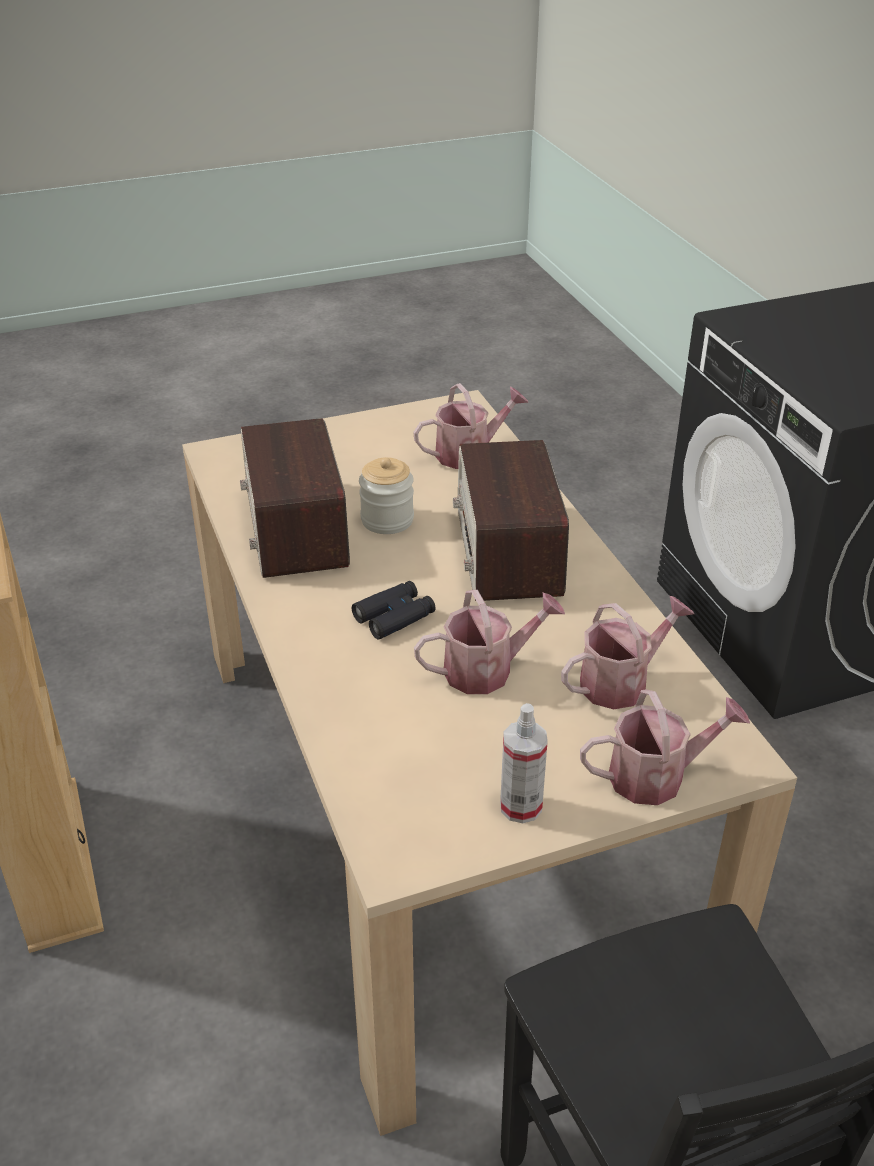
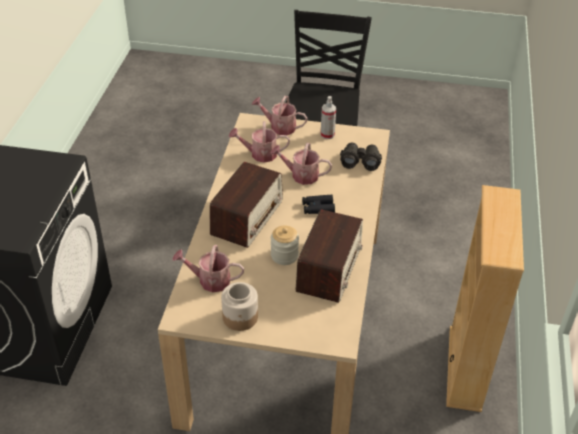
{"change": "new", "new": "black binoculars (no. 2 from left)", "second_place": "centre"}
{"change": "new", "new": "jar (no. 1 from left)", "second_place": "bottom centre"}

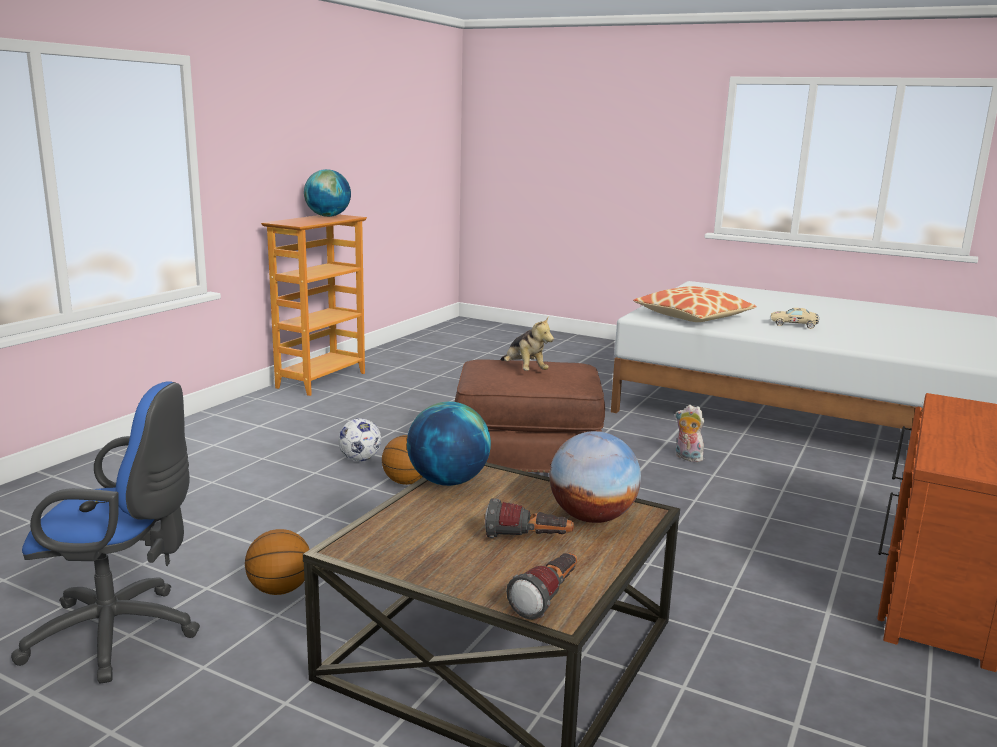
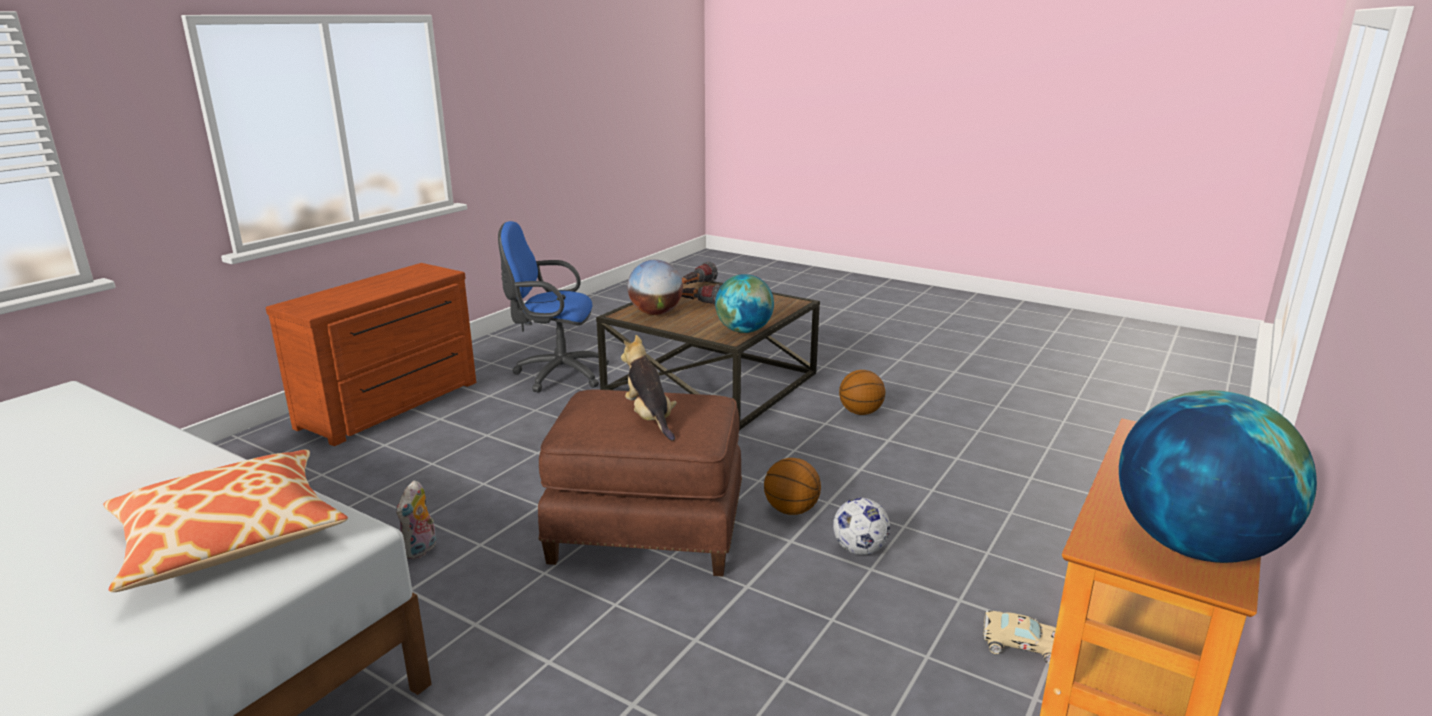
{"change": "shifted", "old": "beige toy car", "first_place": "middle right", "second_place": "bottom right"}
{"change": "shifted", "old": "blue office chair", "first_place": "bottom left", "second_place": "centre"}
{"change": "rotated", "old": "plush toy (no. 2 from left in the first image)", "first_place": "middle right", "second_place": "bottom left", "degrees": 60}

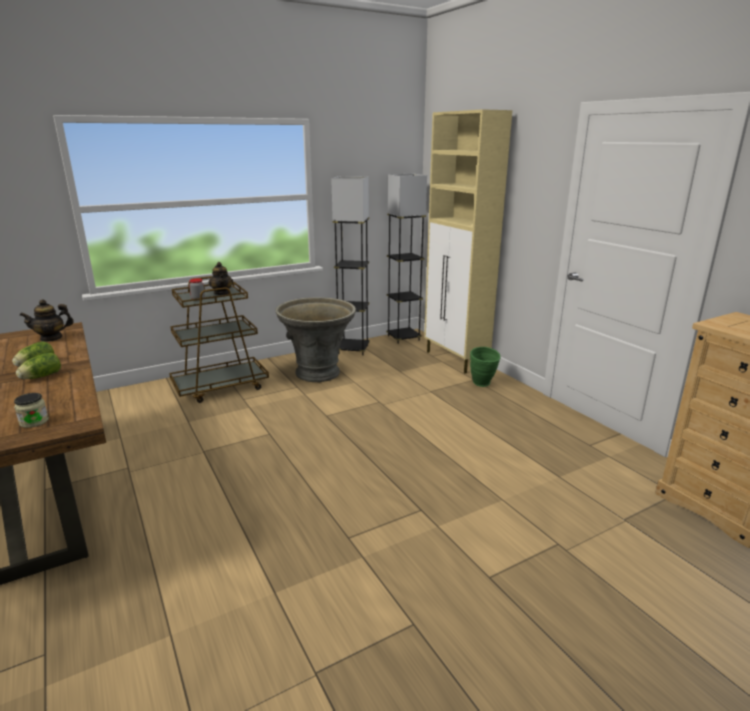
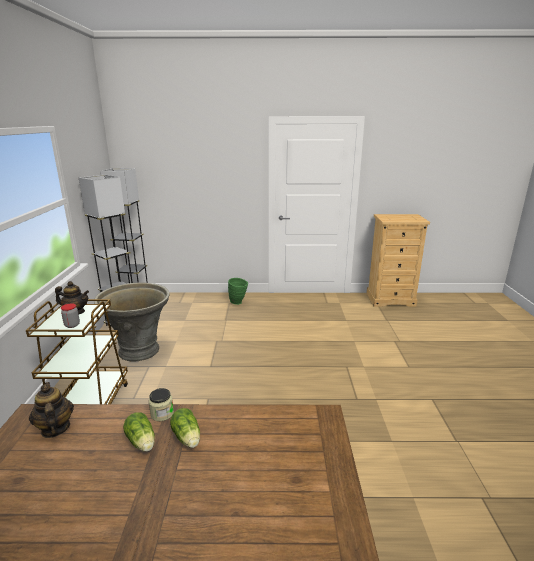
{"change": "gone", "old": "beige cabinet", "first_place": "centre"}
{"change": "rotated", "old": "teapot (no. 1 from left)", "first_place": "middle left", "second_place": "bottom left", "degrees": 150}
{"change": "shifted", "old": "jar (no. 1 from left in the first image)", "new": "jar (no. 2 from left)", "first_place": "middle left", "second_place": "bottom left"}

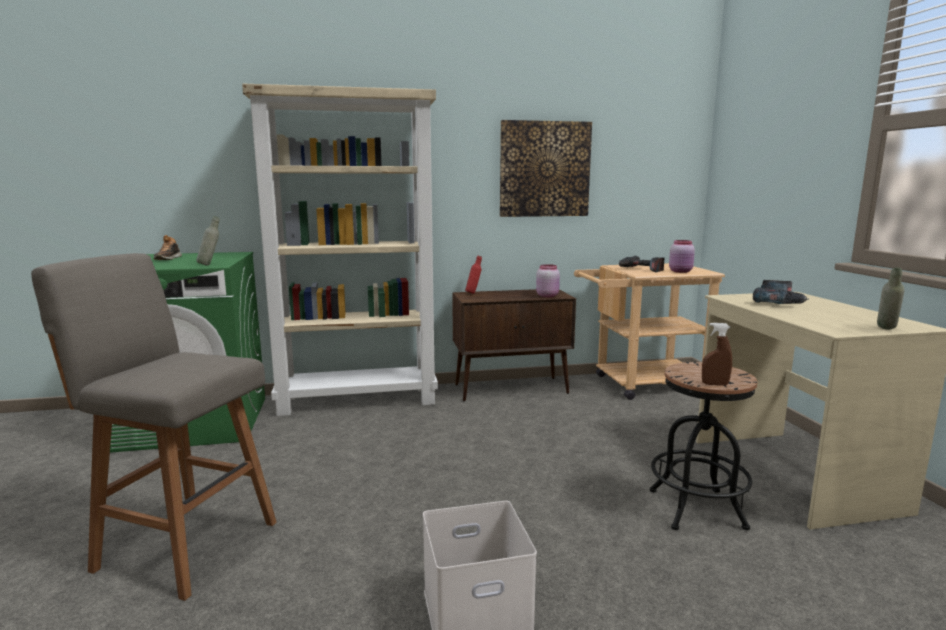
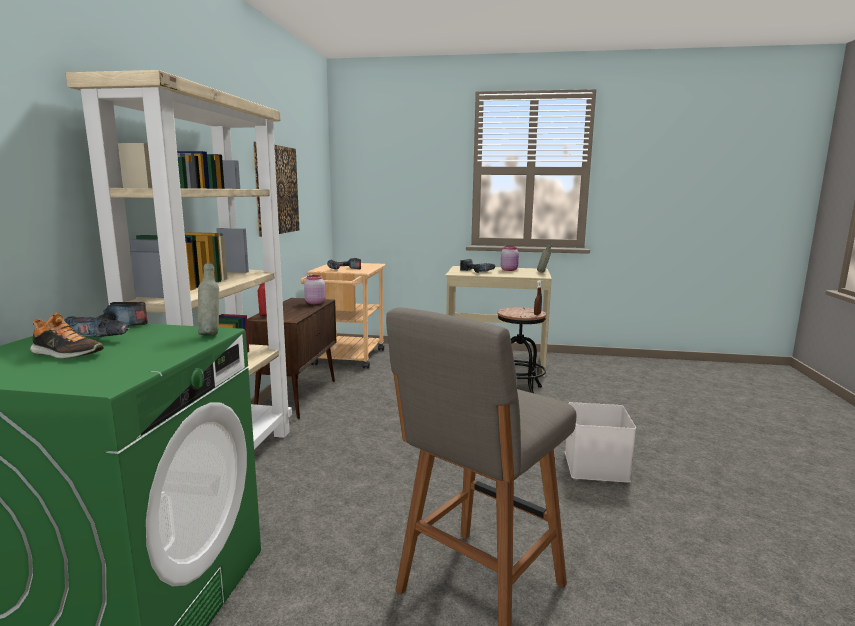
{"change": "shifted", "old": "pink jar (no. 2 from left)", "first_place": "middle right", "second_place": "centre"}
{"change": "new", "new": "power drill (no. 1 from left)", "second_place": "middle left"}

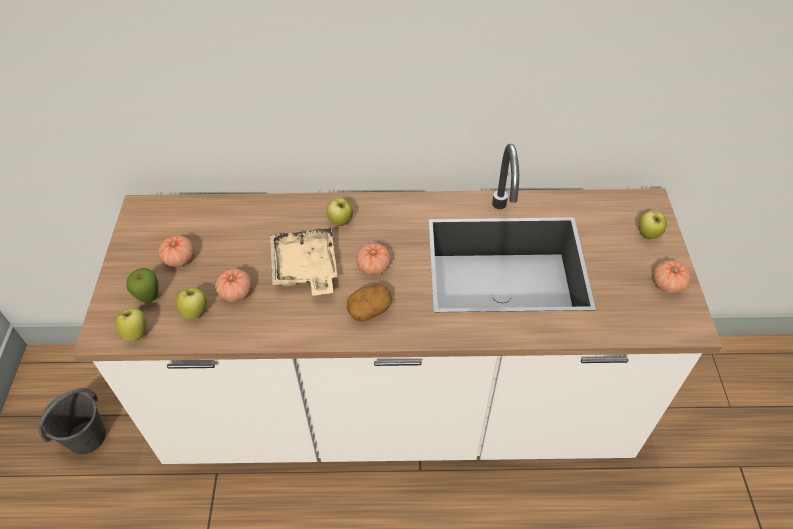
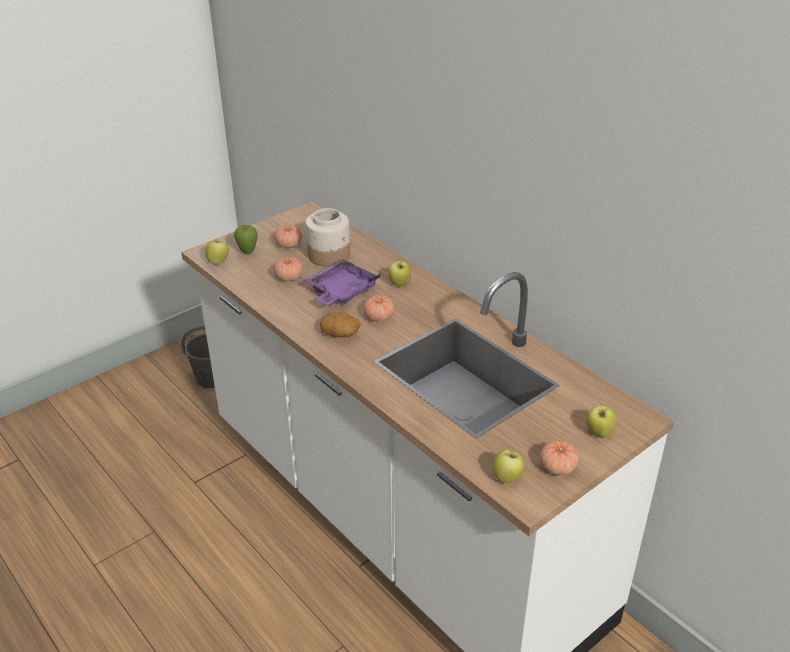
{"change": "repainted", "old": "beige tray", "new": "purple tray", "first_place": "centre", "second_place": "centre"}
{"change": "shifted", "old": "apple (no. 3 from left in the first image)", "new": "apple (no. 4 from left)", "first_place": "middle left", "second_place": "bottom centre"}
{"change": "new", "new": "jar", "second_place": "centre"}

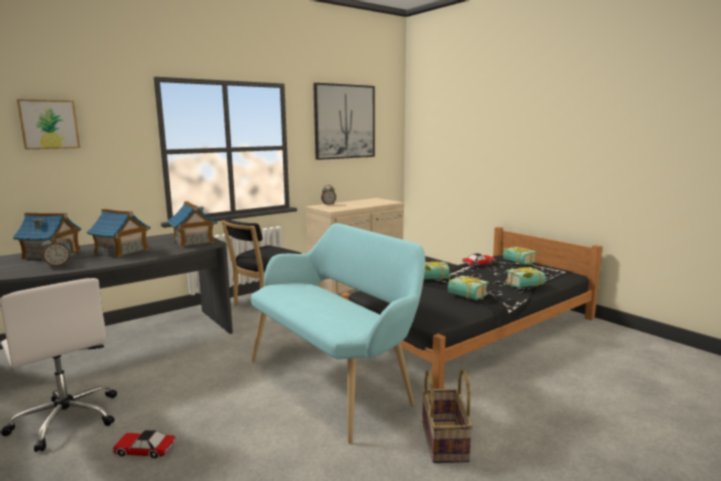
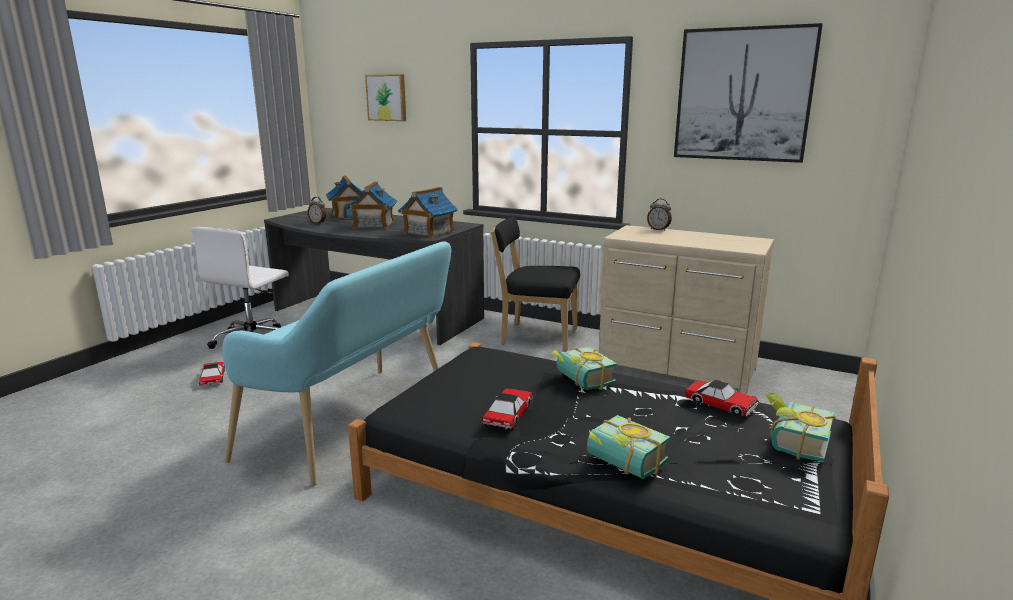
{"change": "swapped", "old": "book (no. 2 from left)", "new": "toy car (no. 2 from left)", "first_place": "centre", "second_place": "bottom centre"}
{"change": "gone", "old": "basket", "first_place": "bottom centre"}

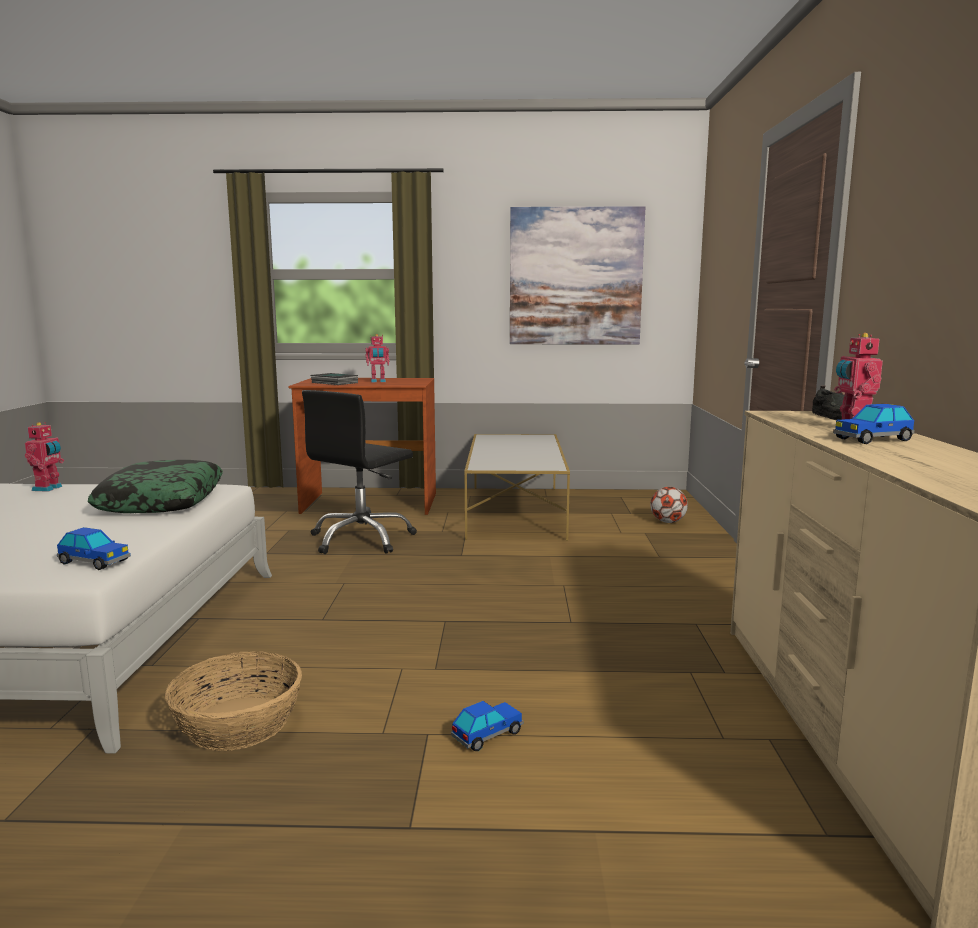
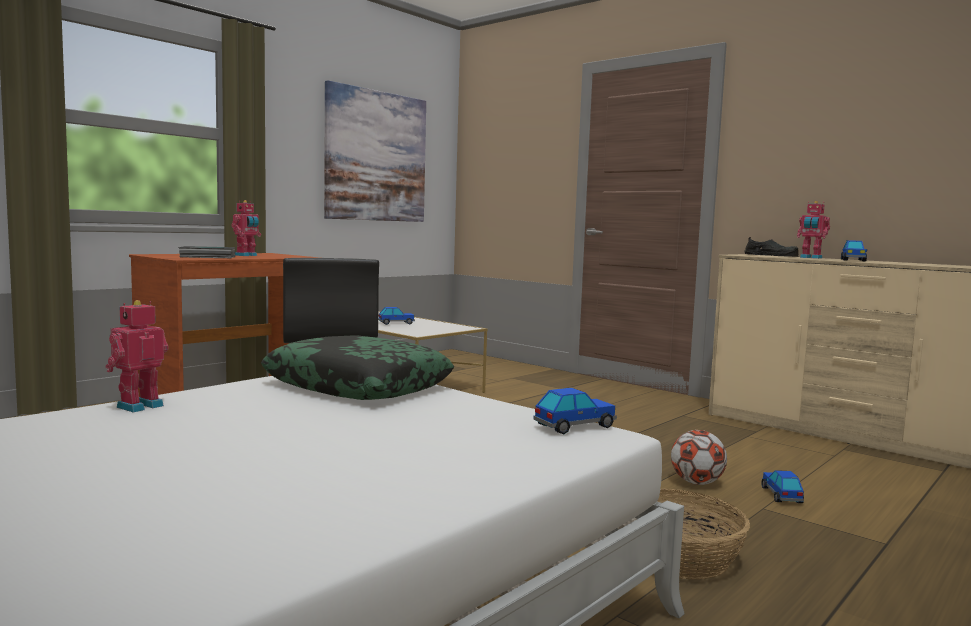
{"change": "rotated", "old": "toy robot (no. 1 from left)", "first_place": "middle left", "second_place": "middle left", "degrees": -105}
{"change": "shifted", "old": "football", "first_place": "middle right", "second_place": "bottom right"}
{"change": "new", "new": "toy car (no. 1 from left)", "second_place": "centre"}

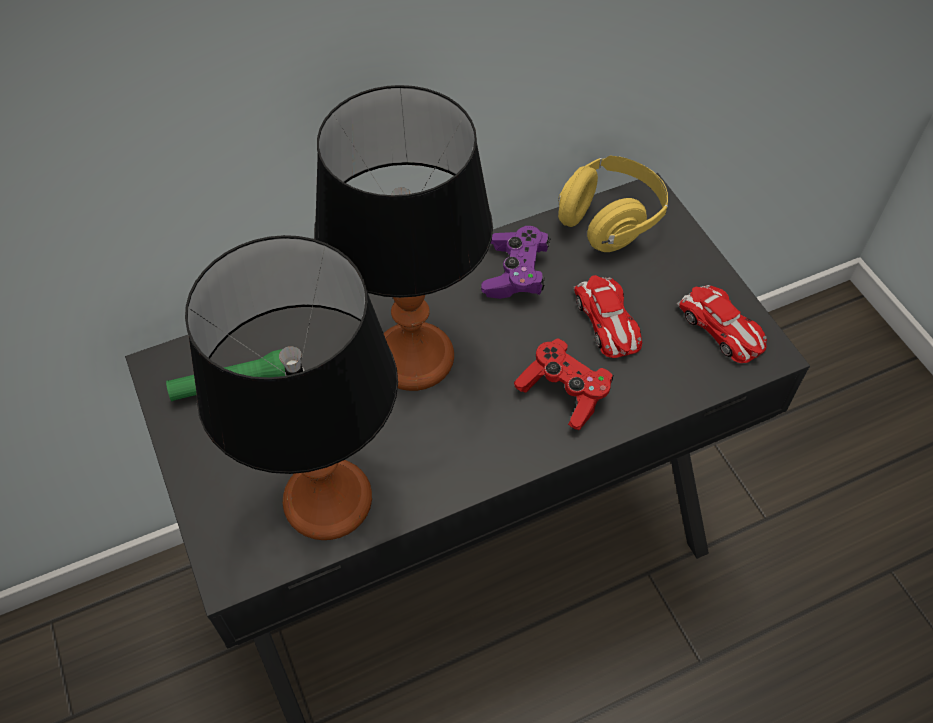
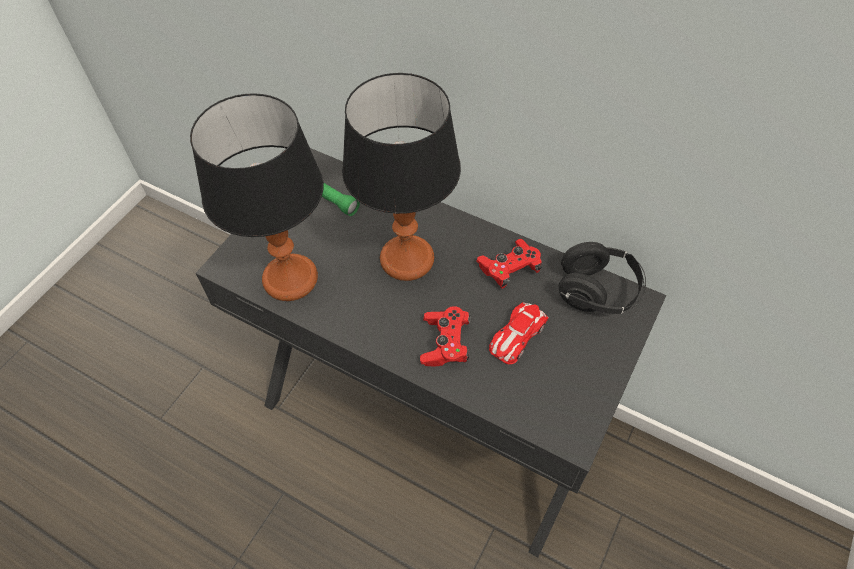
{"change": "repainted", "old": "yellow headphones", "new": "black headphones", "first_place": "top centre", "second_place": "middle right"}
{"change": "repainted", "old": "purple game controller", "new": "red game controller (no. 2 from left)", "first_place": "centre", "second_place": "centre"}
{"change": "gone", "old": "toy car (no. 2 from left)", "first_place": "middle right"}

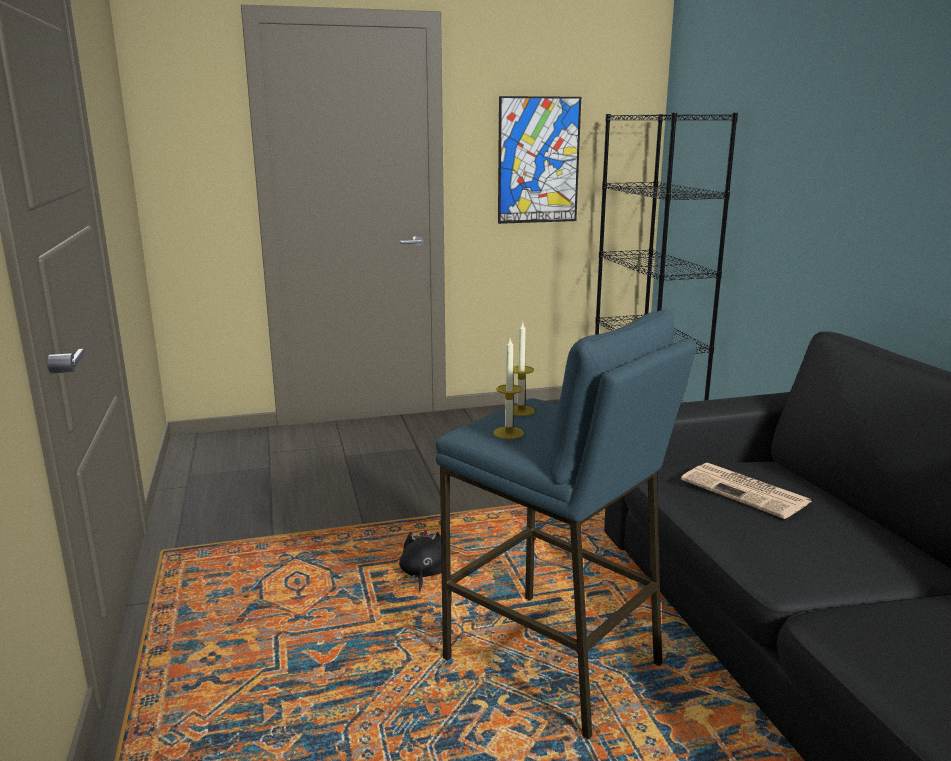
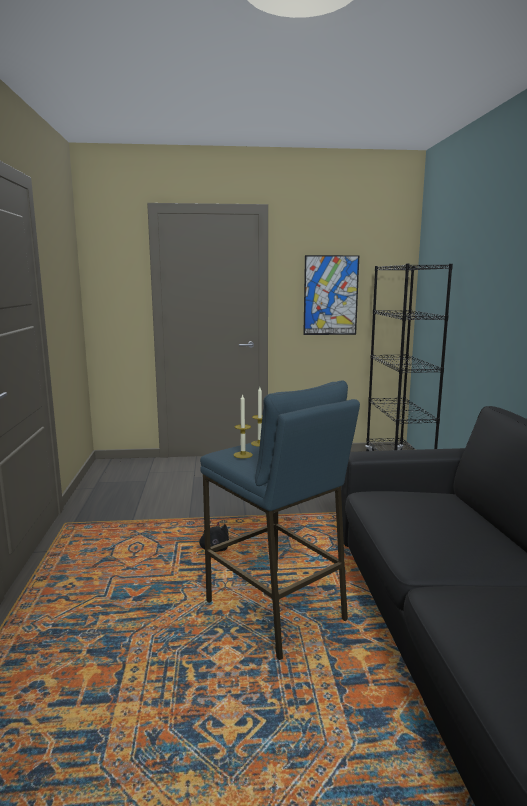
{"change": "gone", "old": "newspaper", "first_place": "middle right"}

